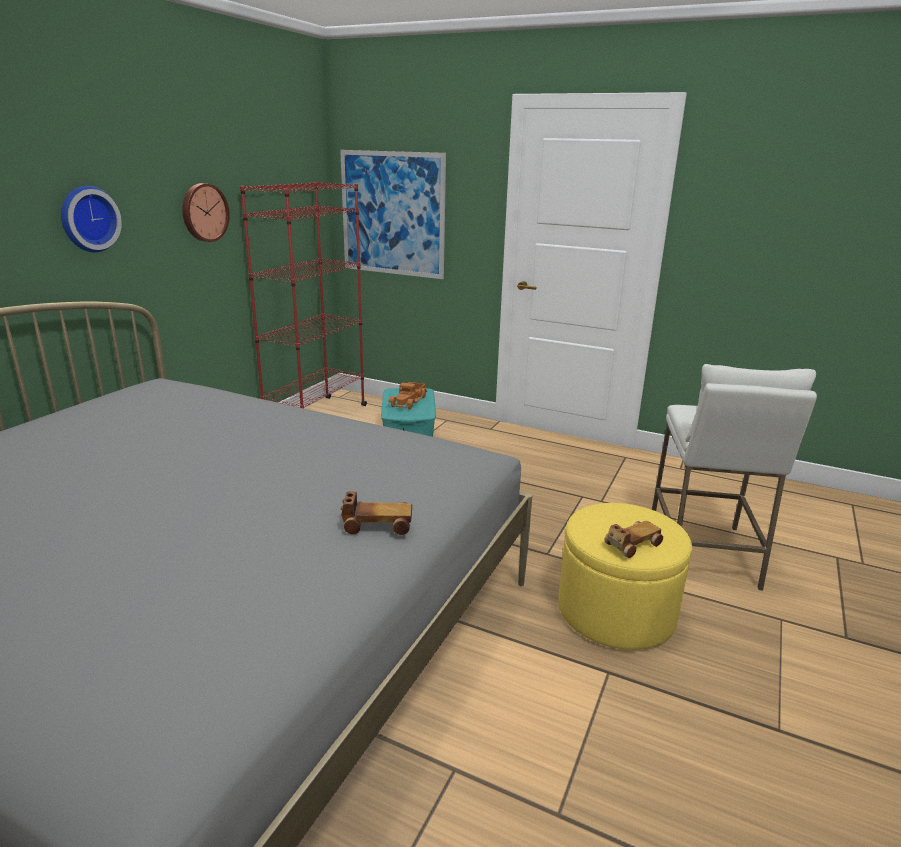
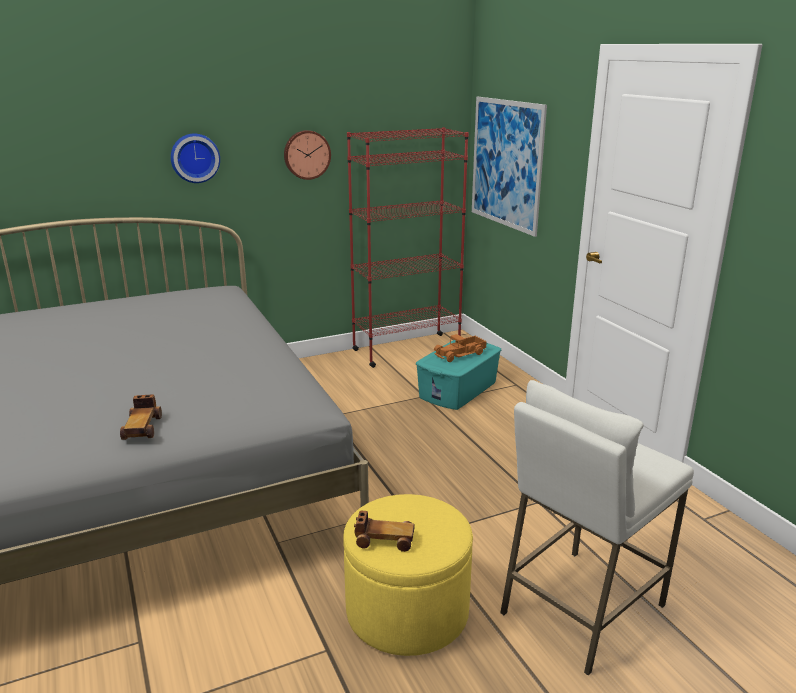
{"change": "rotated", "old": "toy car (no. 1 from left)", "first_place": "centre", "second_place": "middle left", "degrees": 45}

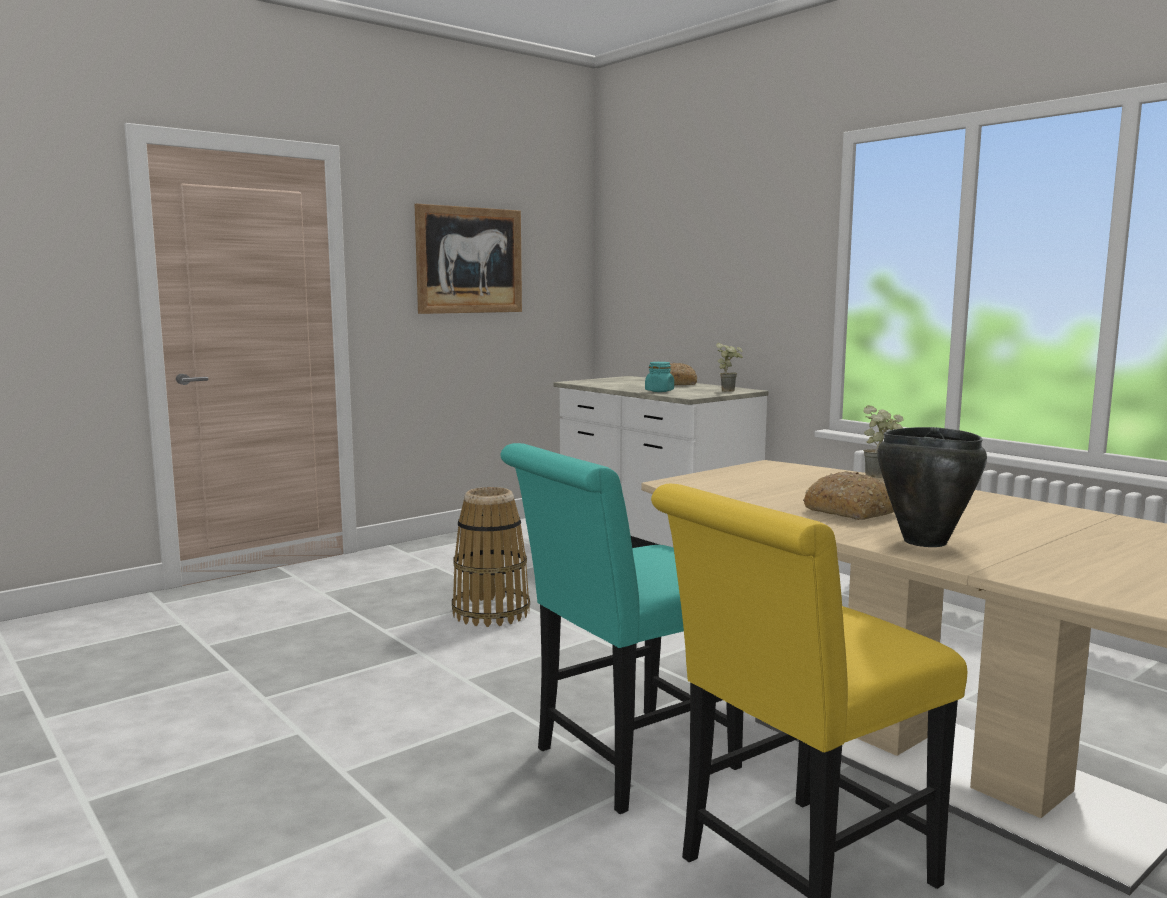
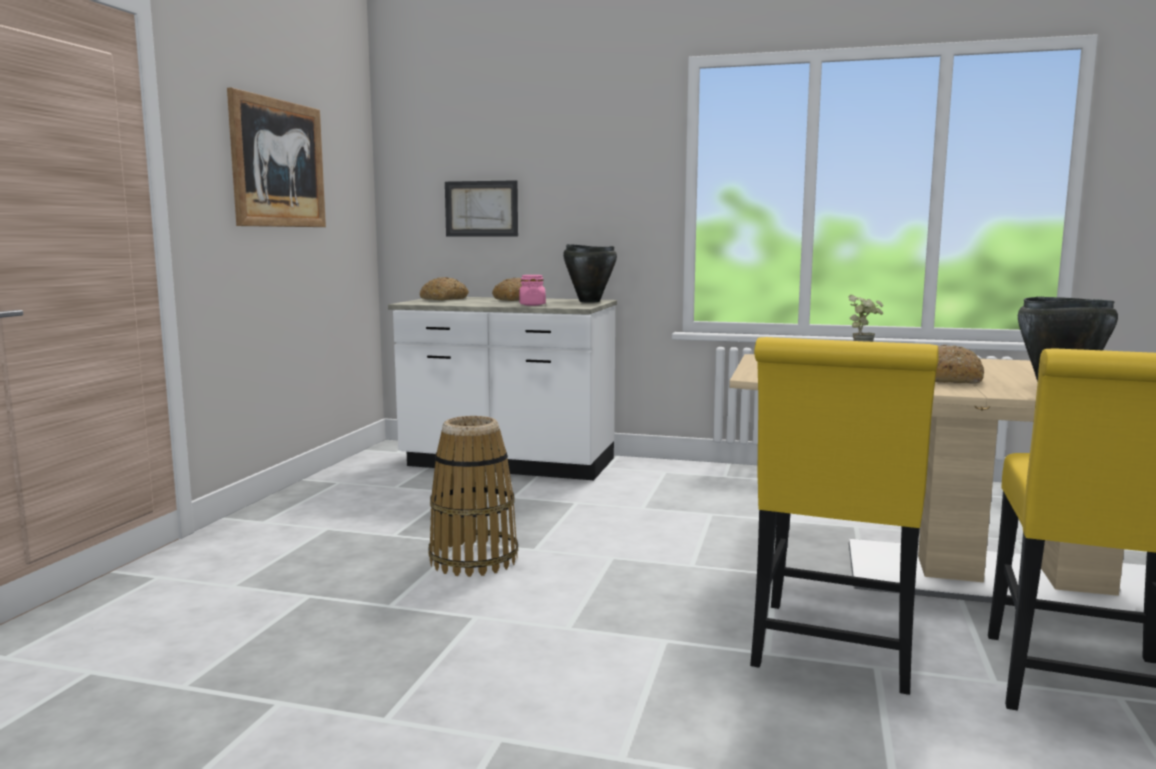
{"change": "swapped", "old": "potted plant (no. 1 from left)", "new": "black cooking pot (no. 1 from left)", "first_place": "centre", "second_place": "centre"}
{"change": "repainted", "old": "turquoise jar", "new": "pink jar", "first_place": "centre", "second_place": "centre"}
{"change": "repainted", "old": "turquoise chair", "new": "yellow chair (no. 1 from left)", "first_place": "bottom centre", "second_place": "bottom right"}
{"change": "new", "new": "picture (no. 2 from left)", "second_place": "top centre"}
{"change": "new", "new": "bread (no. 1 from left)", "second_place": "centre"}

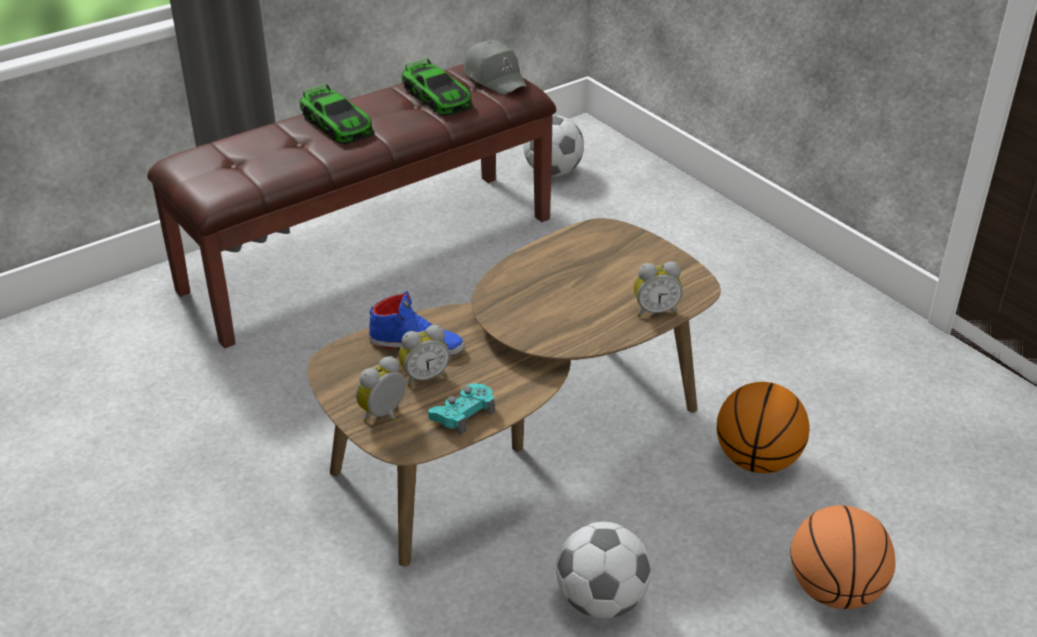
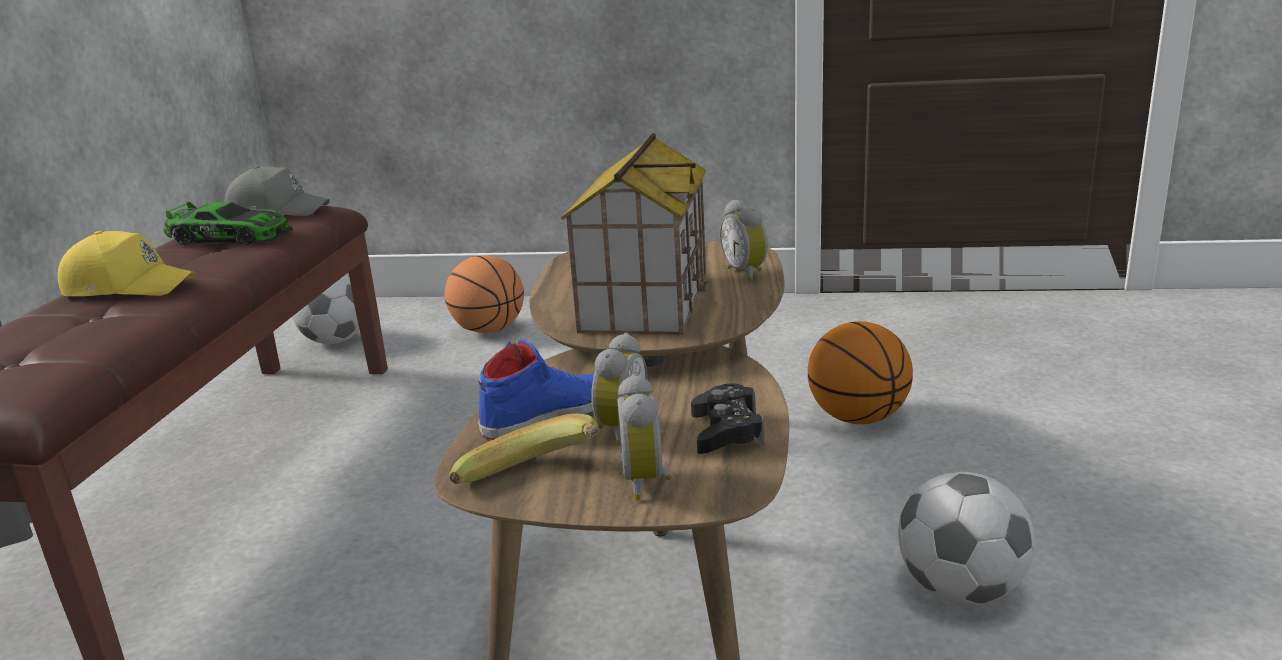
{"change": "swapped", "old": "toy car (no. 1 from left)", "new": "yellow cap", "first_place": "top left", "second_place": "middle left"}
{"change": "rotated", "old": "alarm clock (no. 3 from left)", "first_place": "centre", "second_place": "centre", "degrees": 120}
{"change": "repainted", "old": "turquoise game controller", "new": "black game controller", "first_place": "centre", "second_place": "centre"}
{"change": "shifted", "old": "basketball (no. 2 from left in the first image)", "new": "basketball (no. 1 from left)", "first_place": "bottom right", "second_place": "centre"}
{"change": "new", "new": "toy house", "second_place": "centre"}
{"change": "new", "new": "banana", "second_place": "bottom centre"}

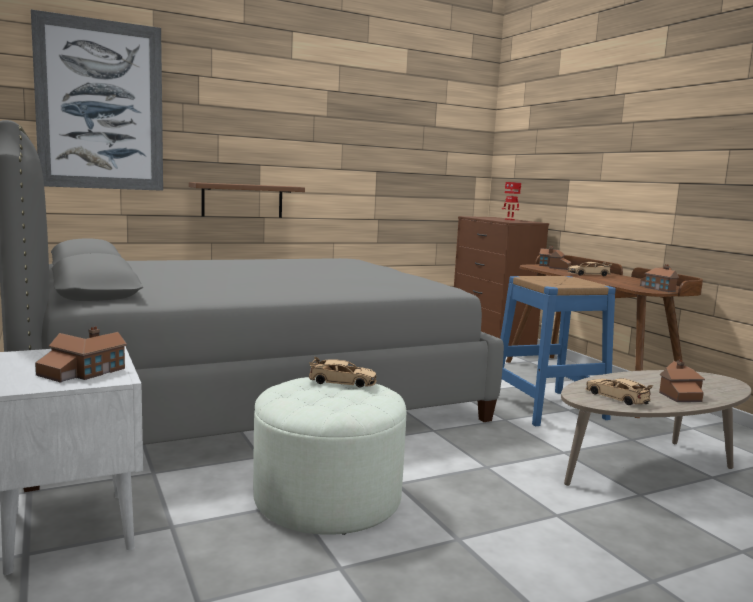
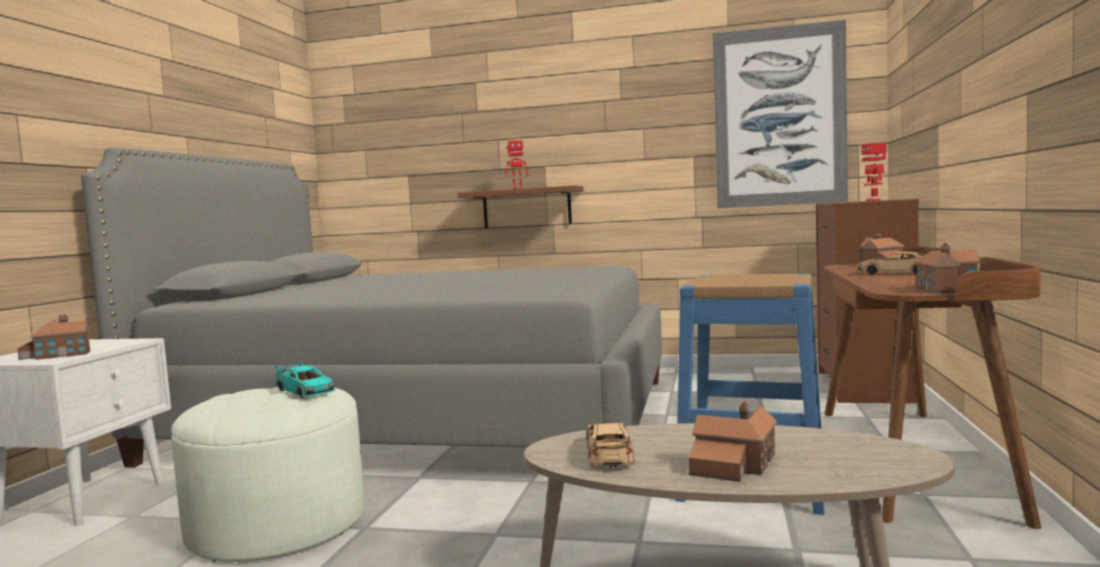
{"change": "shifted", "old": "picture", "first_place": "top left", "second_place": "top right"}
{"change": "repainted", "old": "beige toy car (no. 1 from left)", "new": "turquoise toy car", "first_place": "centre", "second_place": "bottom left"}
{"change": "new", "new": "toy robot (no. 1 from left)", "second_place": "top centre"}

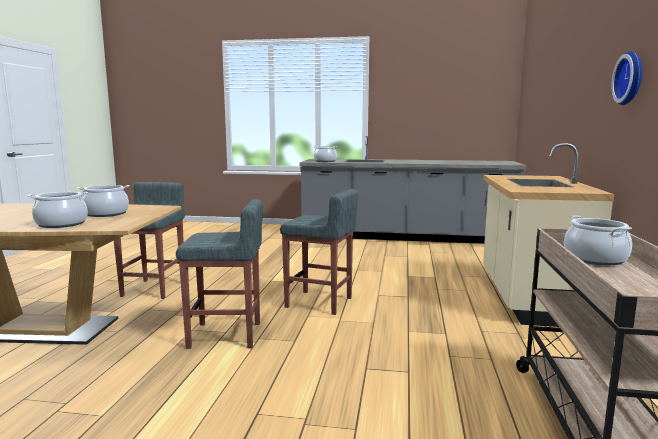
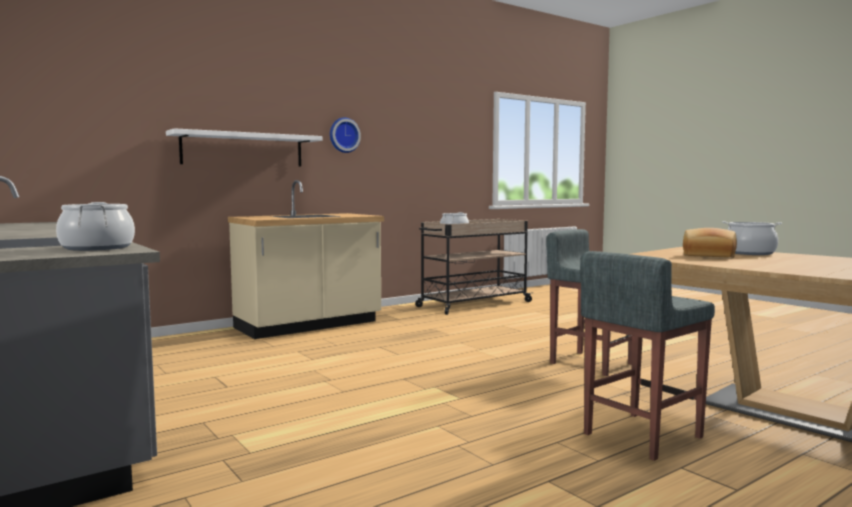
{"change": "swapped", "old": "cooking pot (no. 2 from left)", "new": "bread", "first_place": "middle left", "second_place": "middle right"}
{"change": "gone", "old": "grey stool (no. 3 from left)", "first_place": "centre"}
{"change": "new", "new": "white shelf", "second_place": "top left"}

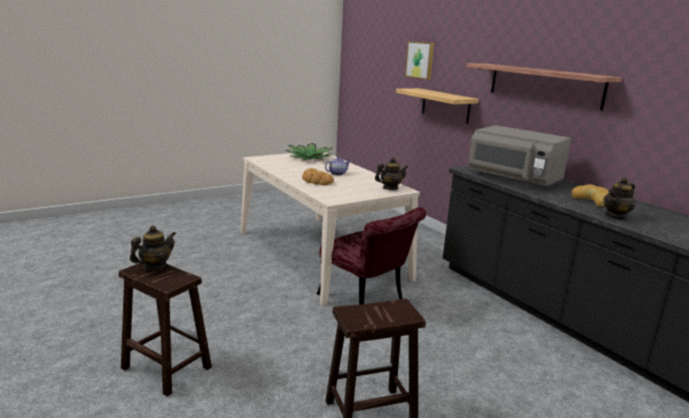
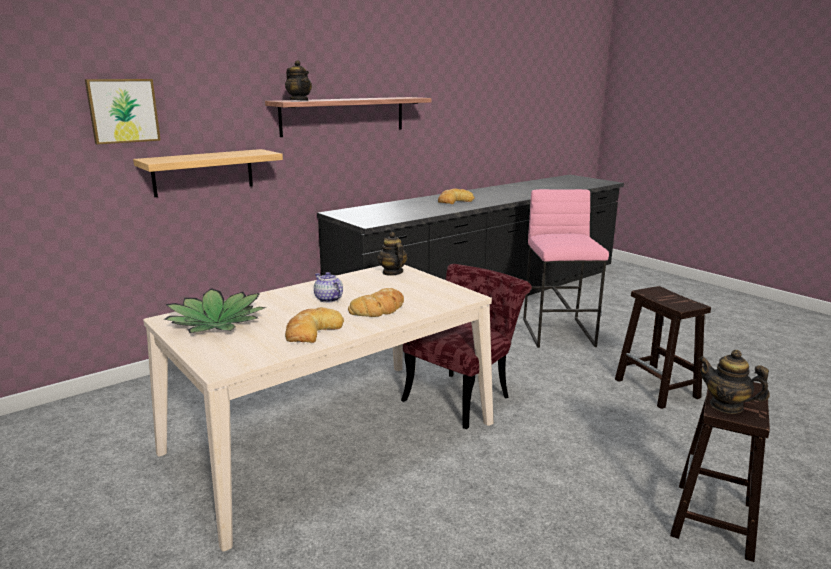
{"change": "gone", "old": "grey microwave", "first_place": "middle right"}
{"change": "shifted", "old": "teapot (no. 4 from left in the first image)", "new": "teapot (no. 1 from left)", "first_place": "middle right", "second_place": "top centre"}
{"change": "new", "new": "pink stool", "second_place": "middle right"}
{"change": "new", "new": "bread (no. 1 from left)", "second_place": "centre"}

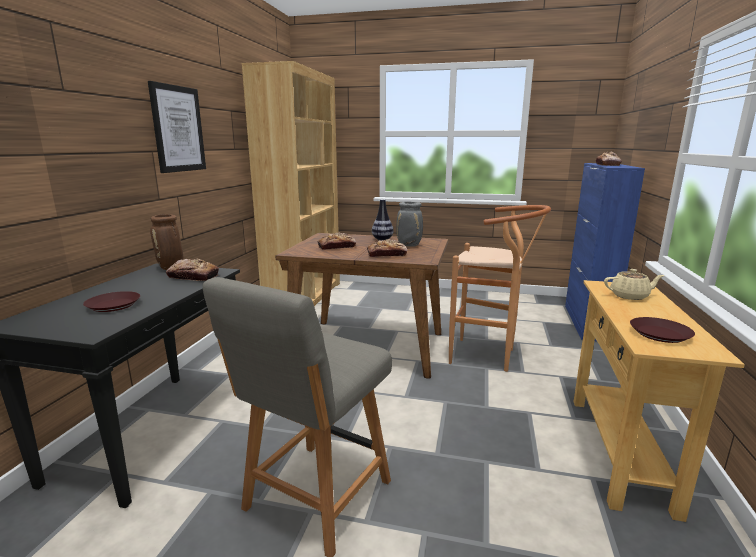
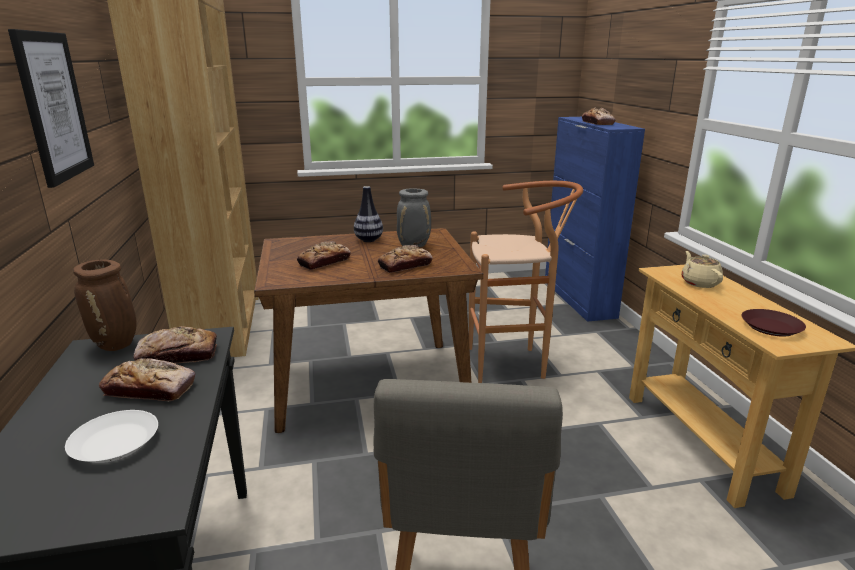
{"change": "rotated", "old": "beige teapot", "first_place": "middle right", "second_place": "middle right", "degrees": -75}
{"change": "repainted", "old": "brown plate (no. 1 from left)", "new": "white plate", "first_place": "middle left", "second_place": "bottom left"}
{"change": "new", "new": "bread (no. 1 from left)", "second_place": "bottom left"}

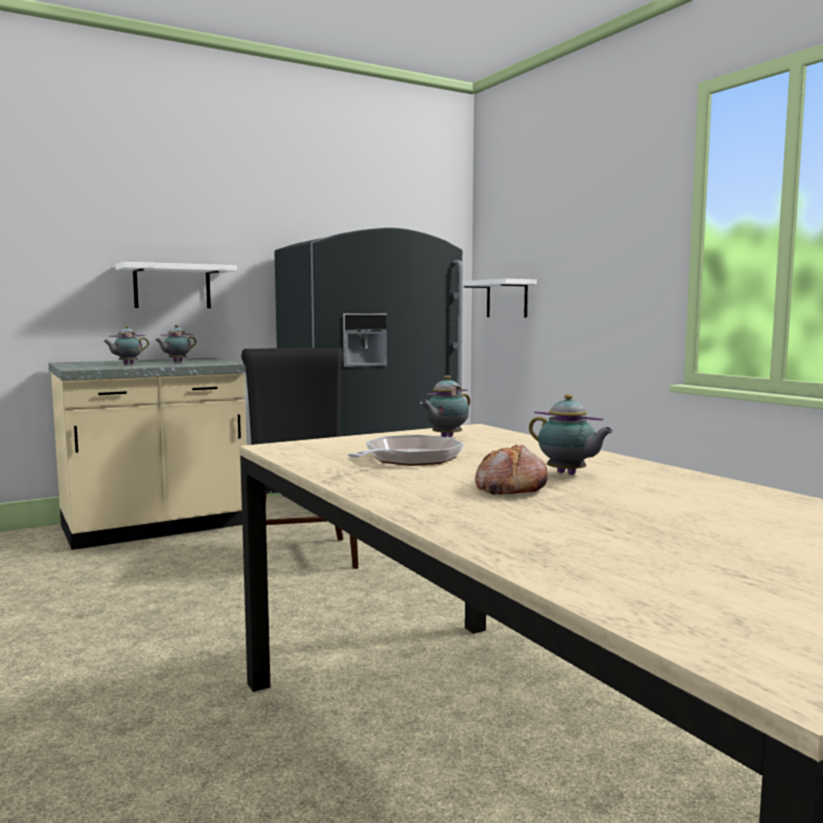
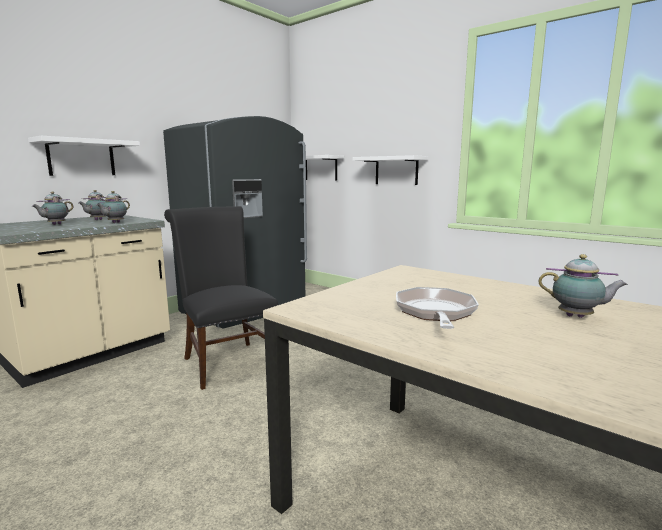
{"change": "shifted", "old": "teapot (no. 3 from left)", "first_place": "centre", "second_place": "middle left"}
{"change": "gone", "old": "bread", "first_place": "centre"}
{"change": "new", "new": "white shelf (no. 3 from left)", "second_place": "top centre"}

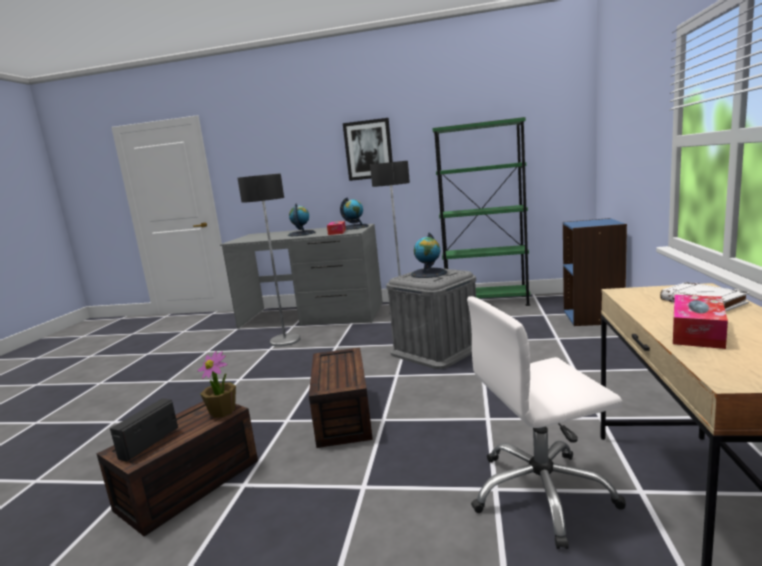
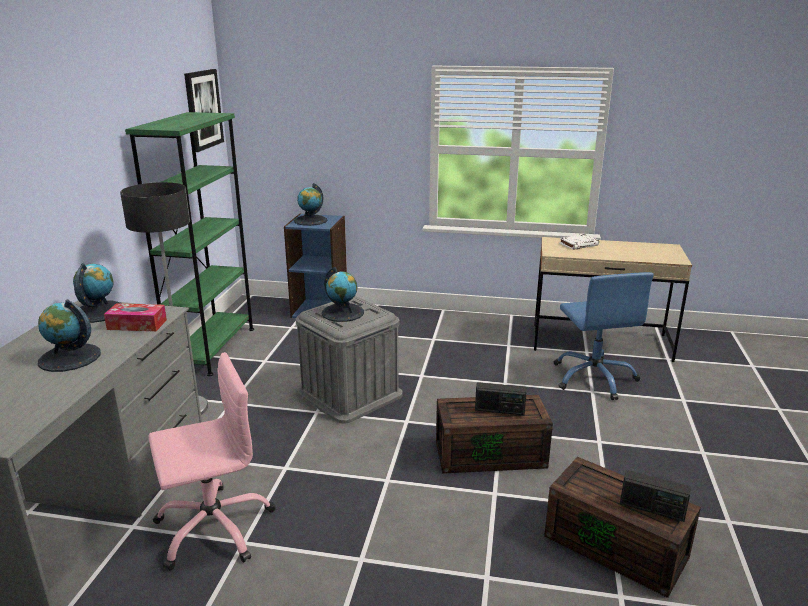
{"change": "shifted", "old": "picture", "first_place": "top centre", "second_place": "top left"}
{"change": "swapped", "old": "floor lamp (no. 1 from left)", "new": "pink office chair", "first_place": "centre", "second_place": "bottom left"}
{"change": "gone", "old": "tissue box (no. 2 from left)", "first_place": "middle right"}
{"change": "repainted", "old": "white office chair", "new": "blue office chair", "first_place": "bottom right", "second_place": "middle right"}
{"change": "gone", "old": "potted plant", "first_place": "bottom left"}
{"change": "new", "new": "globe (no. 3 from left)", "second_place": "centre"}
{"change": "new", "new": "radio (no. 1 from left)", "second_place": "centre"}

